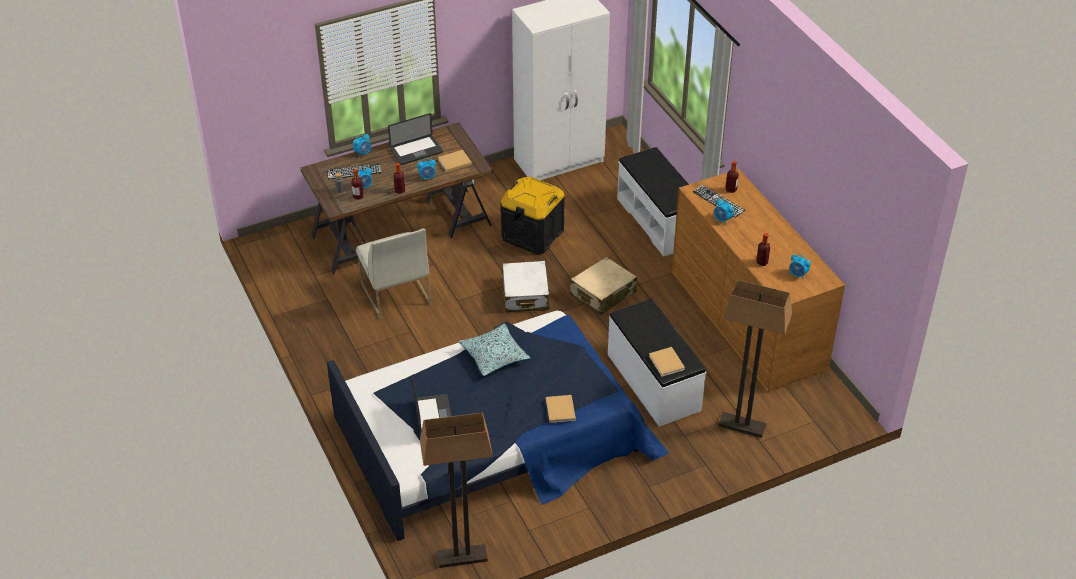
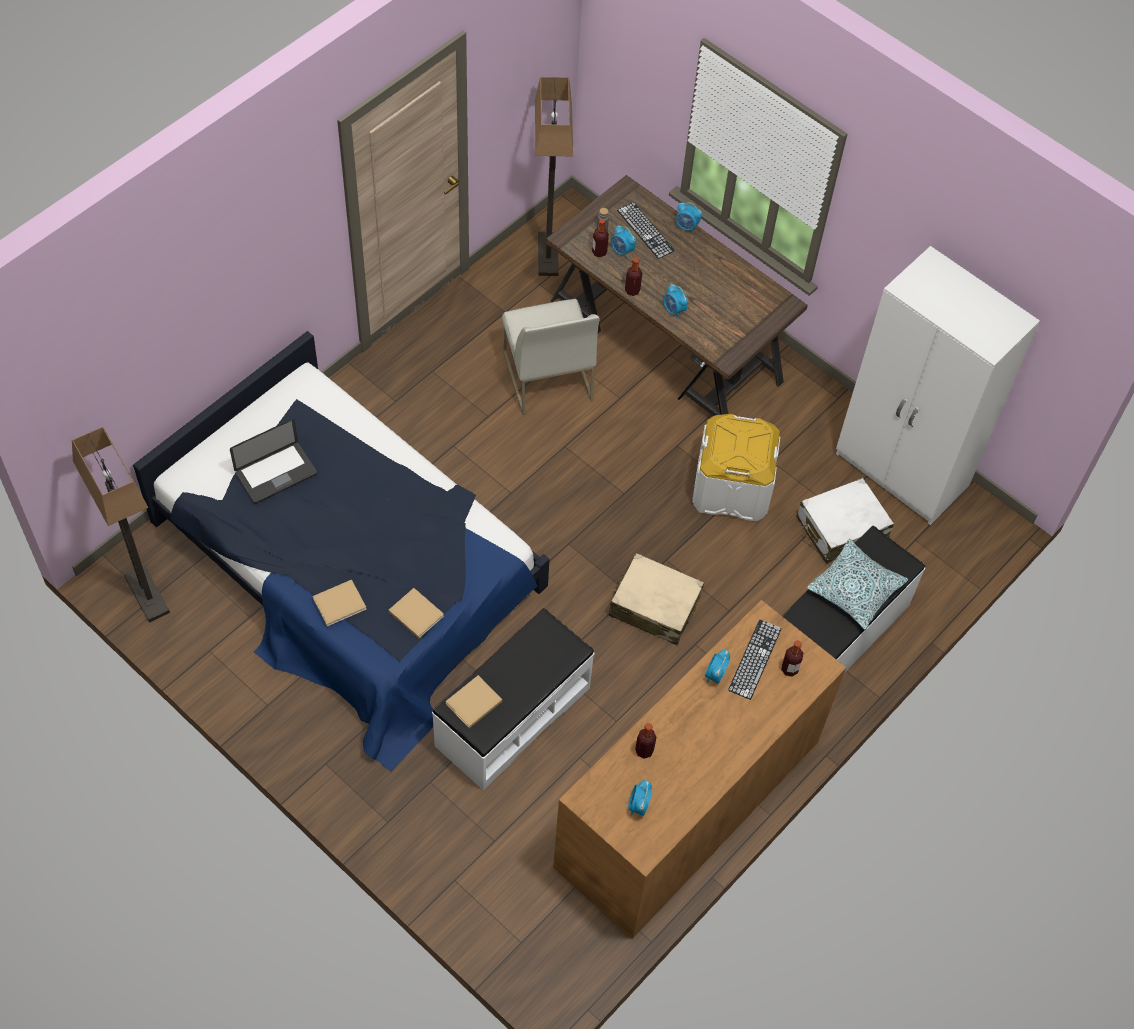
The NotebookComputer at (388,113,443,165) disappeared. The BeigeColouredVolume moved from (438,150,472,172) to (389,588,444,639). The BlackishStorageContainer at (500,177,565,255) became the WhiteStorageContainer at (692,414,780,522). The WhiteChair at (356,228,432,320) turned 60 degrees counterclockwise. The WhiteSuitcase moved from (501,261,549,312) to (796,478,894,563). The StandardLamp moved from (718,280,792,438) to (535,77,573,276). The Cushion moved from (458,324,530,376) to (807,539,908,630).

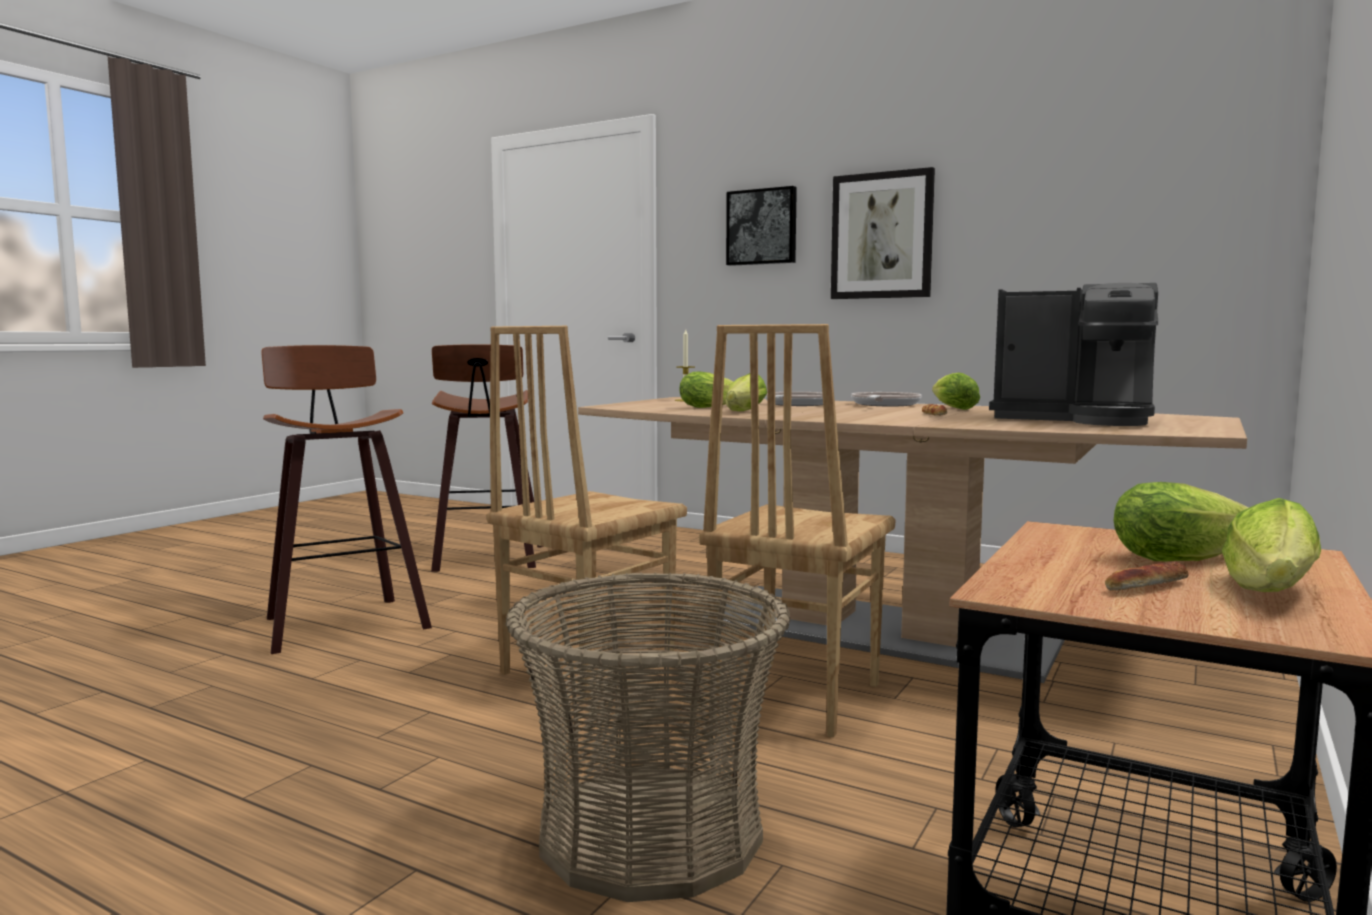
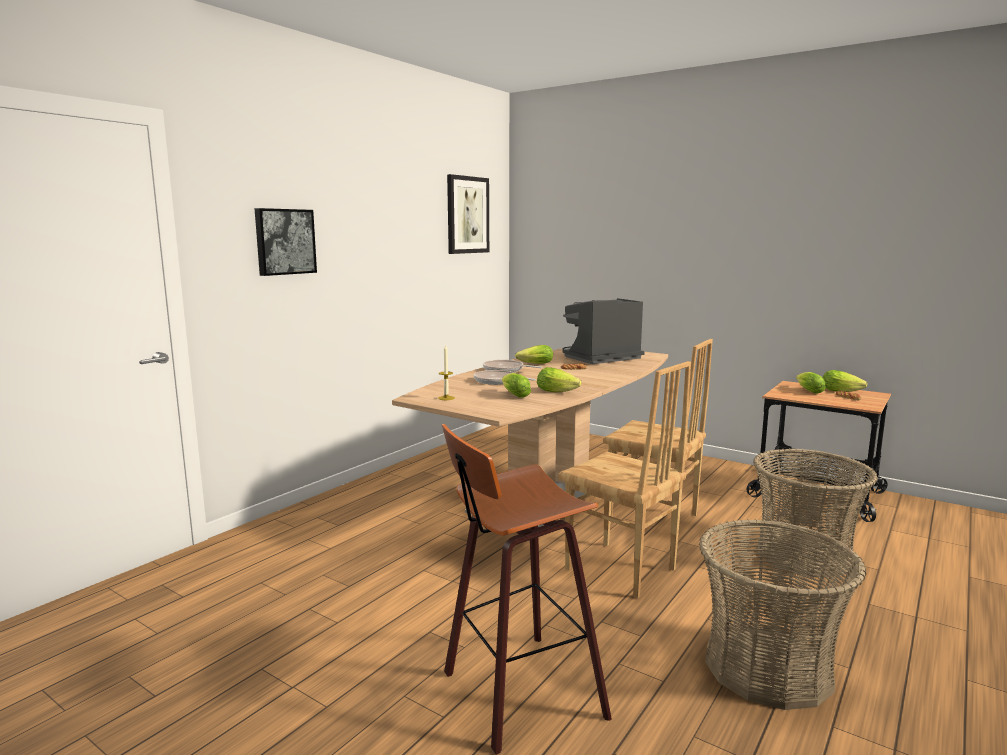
The WallArt moved from (831,167,935,299) to (447,174,489,254). The CoffeeBrewer at (989,283,1158,426) turned 150 degrees counterclockwise. The Stool at (431,344,543,572) disappeared. The HouseholdBasket at (699,519,866,710) appeared.

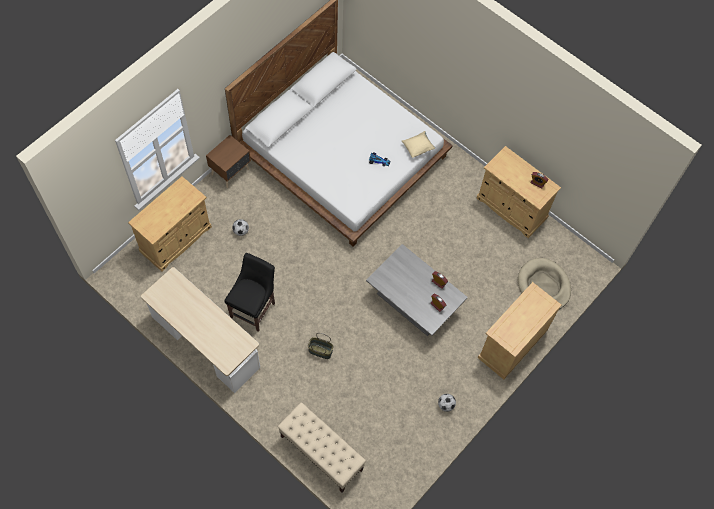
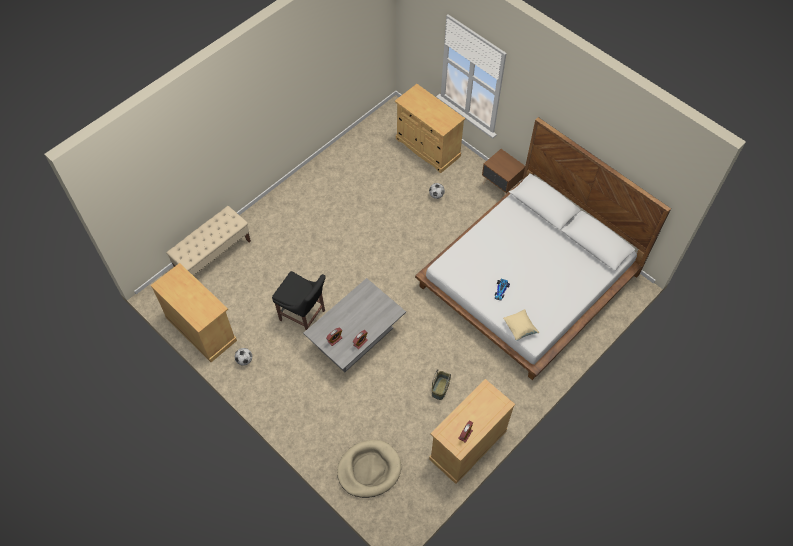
The BlackishChair moved from (224,253,275,332) to (272,271,326,330). The DeskTable at (141,267,260,393) disappeared. The BeigeColouredCabinet moved from (478,282,561,379) to (150,263,237,362). The HouseholdBasket moved from (308,333,333,359) to (432,369,451,400).

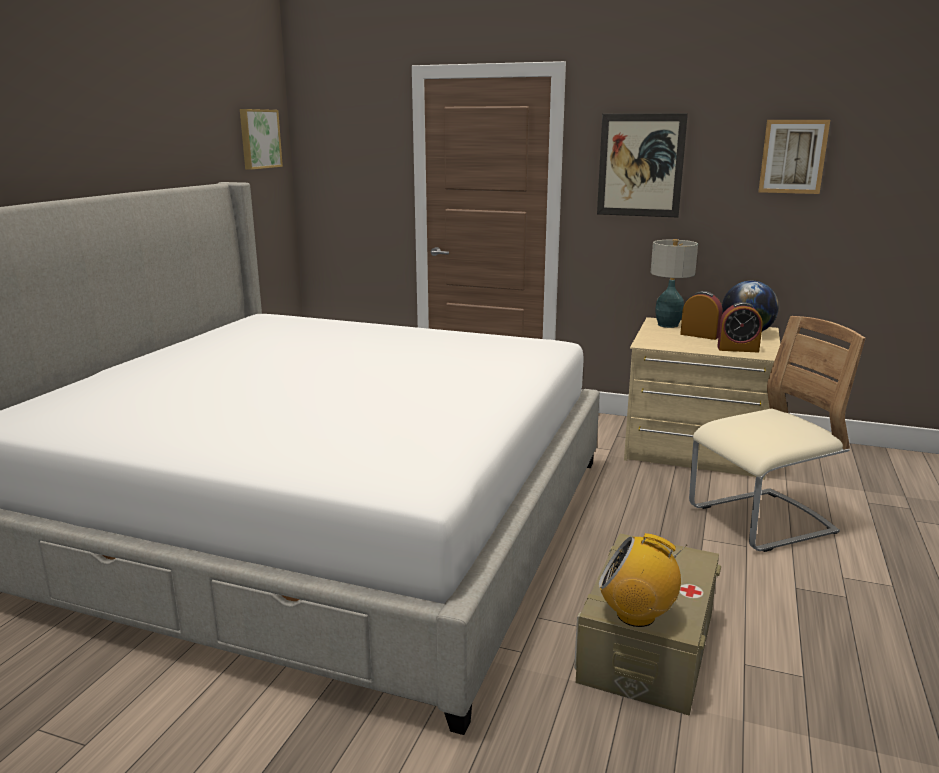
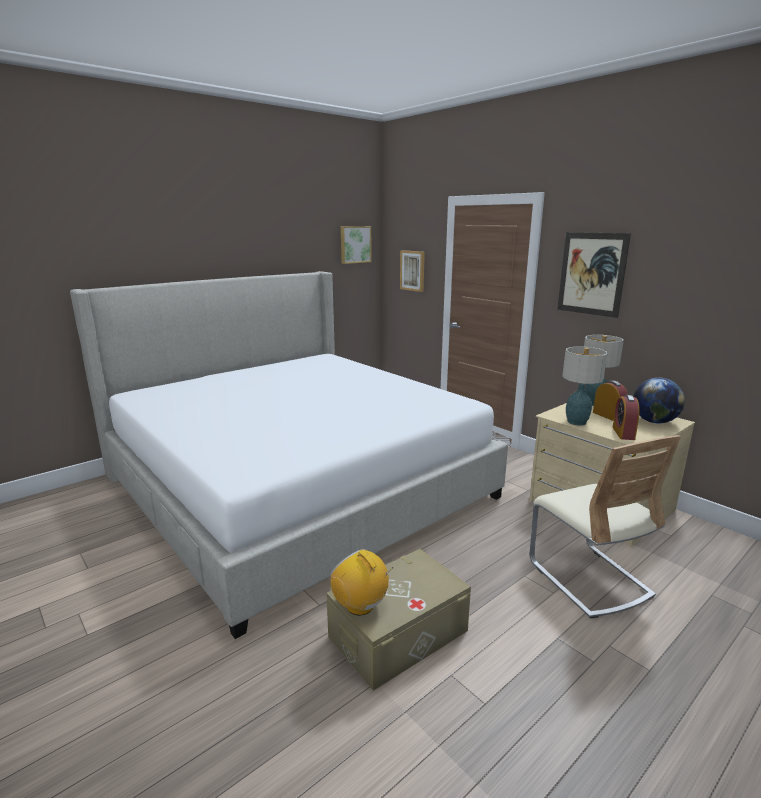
The WallArt moved from (758,120,830,194) to (400,250,425,292). The BedsideClock at (717,302,763,352) turned 60 degrees clockwise. The BeigeColouredChair at (689,316,866,552) turned 60 degrees clockwise. The TableLamp at (562,347,608,426) appeared.

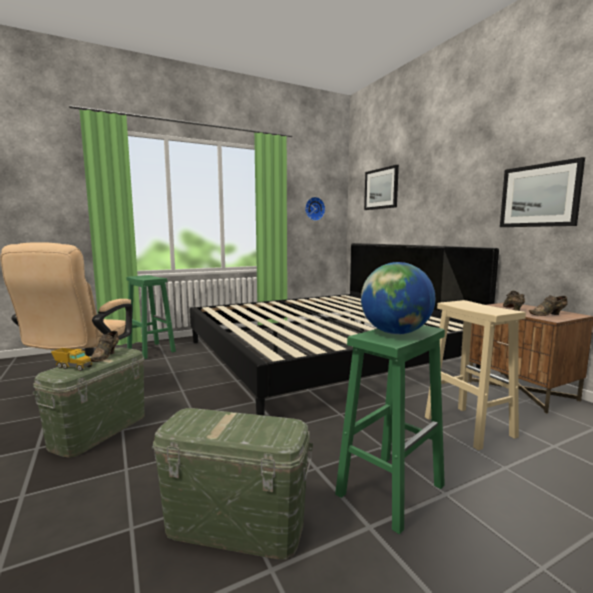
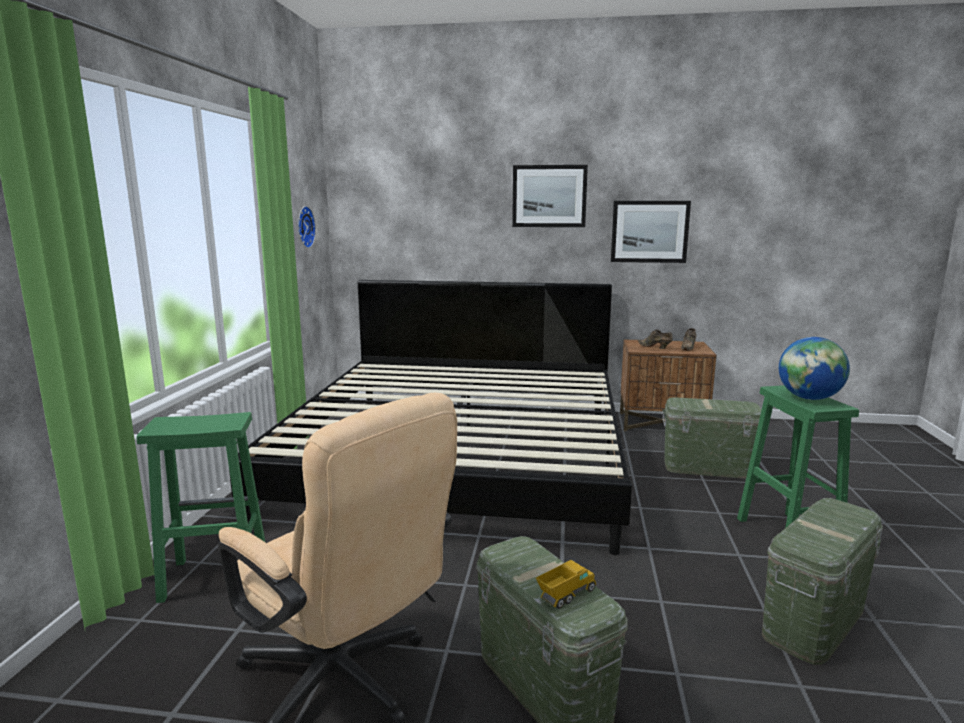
The WallArt moved from (364,165,399,210) to (512,165,588,227). The BeigeColouredStool at (425,300,526,450) was replaced by the GreenishStorageContainer at (663,398,762,479). The BrownLowShoe at (90,331,119,362) disappeared.

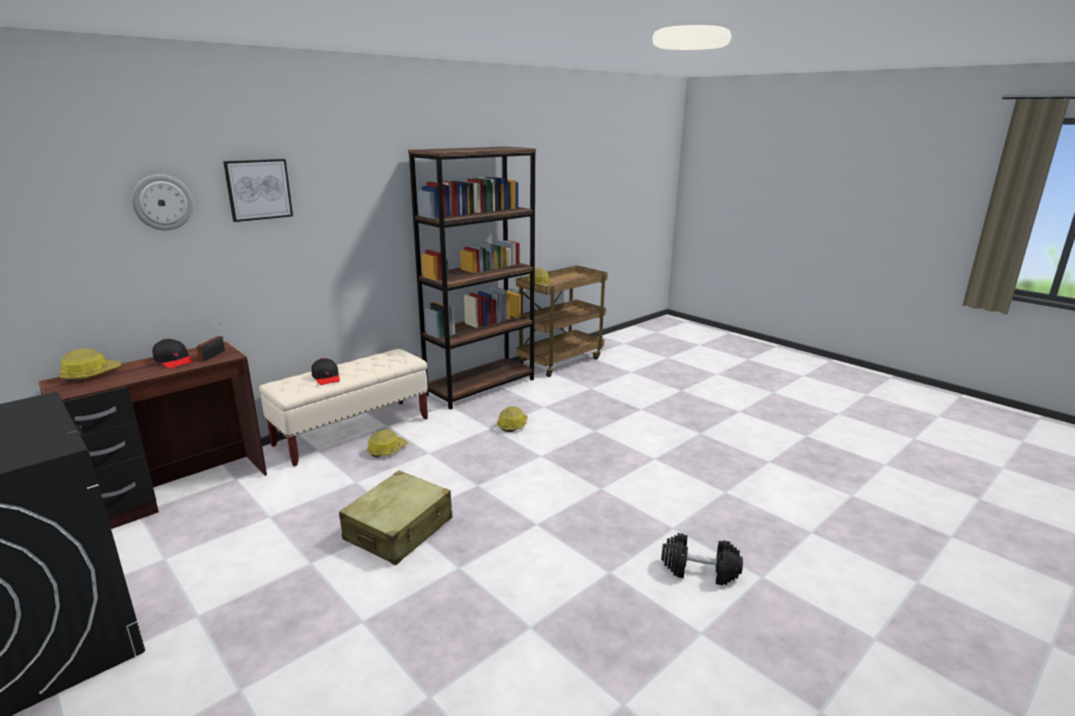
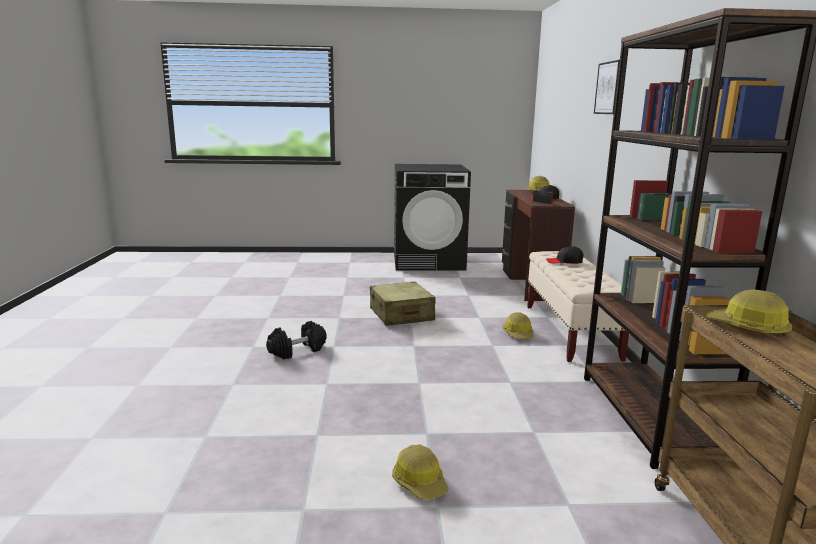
The HangingClock at (132,174,193,230) disappeared. The SafetyHelmet moved from (497,406,528,432) to (392,444,448,500). The BlackishFreeWeight moved from (661,533,743,585) to (266,321,327,360).

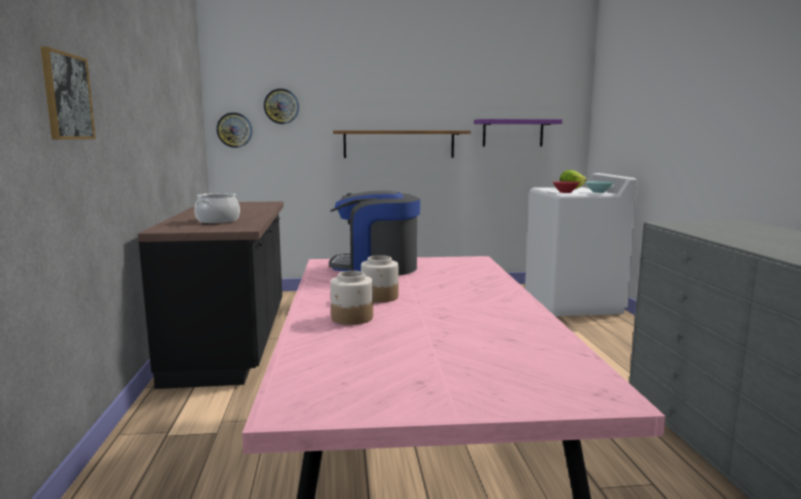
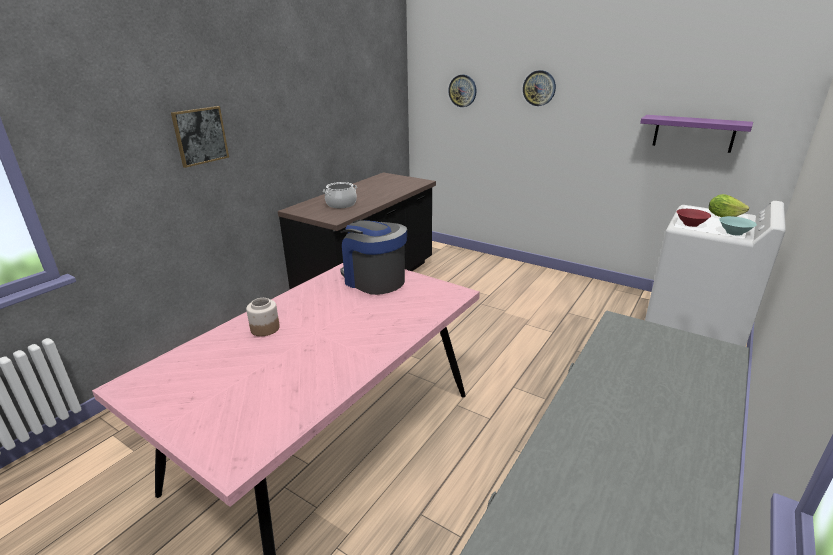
The HangingClock moved from (216,112,252,148) to (523,70,556,106). The Shelf at (333,130,471,158) disappeared. The StorageJar at (361,255,398,303) disappeared.

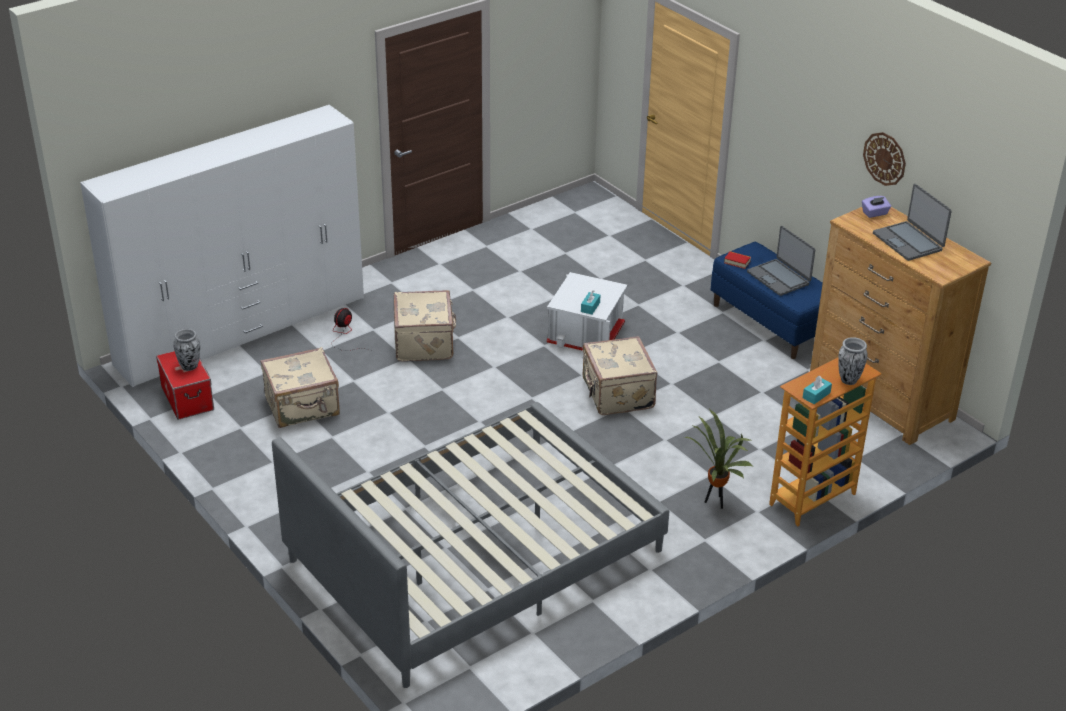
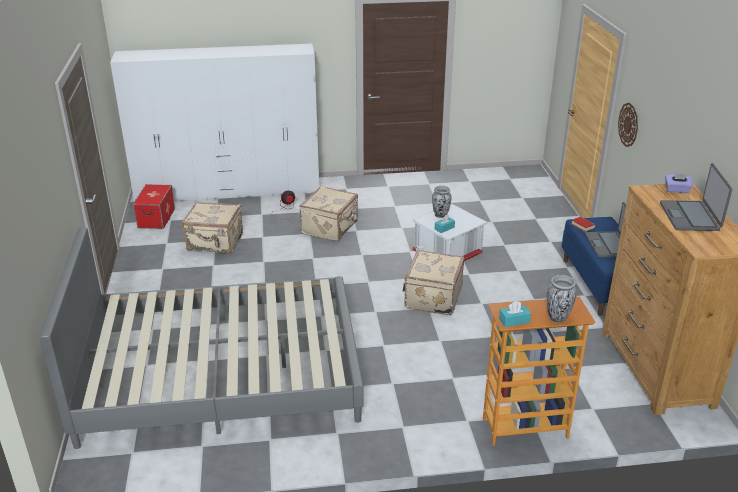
The HangingClock moved from (863,132,906,186) to (618,103,638,147). The FlowerVase moved from (173,329,200,371) to (432,186,452,218). The PottedPlant at (684,409,752,509) disappeared.

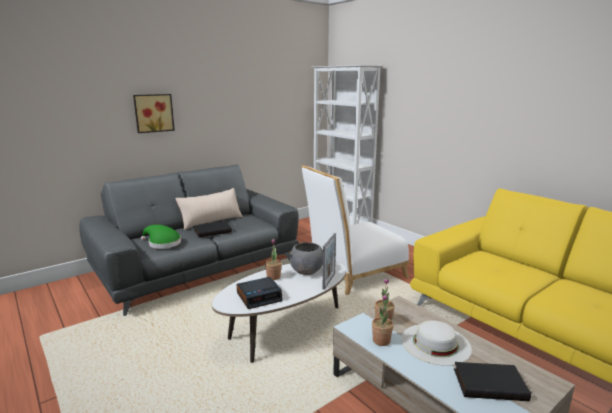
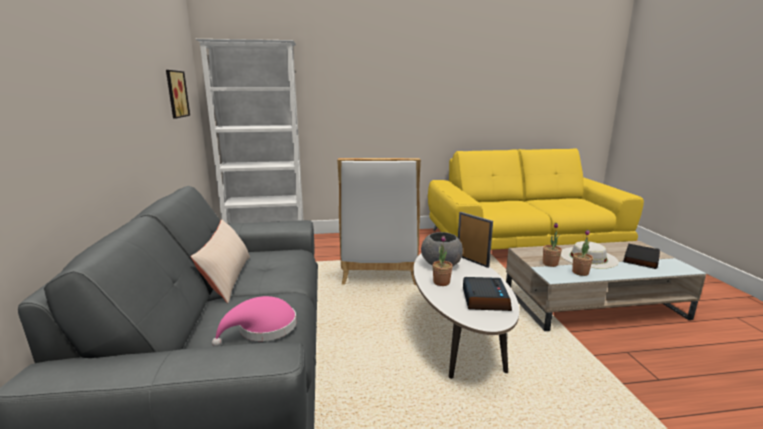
The WallArt moved from (133,94,175,133) to (166,70,190,119). The BlackishVolume at (194,221,232,237) disappeared. The GreenishWearableHat at (141,225,181,249) became the PinkWearableHat at (212,296,296,347).

